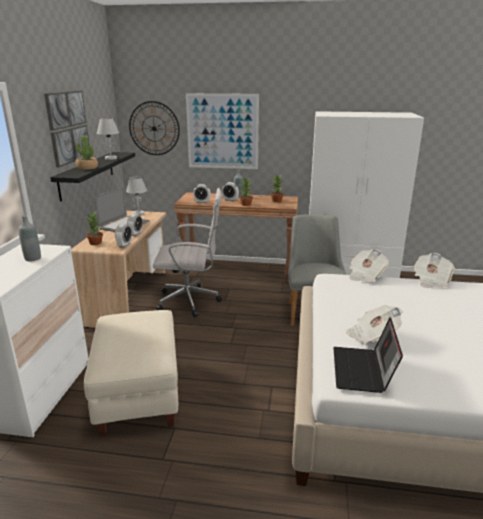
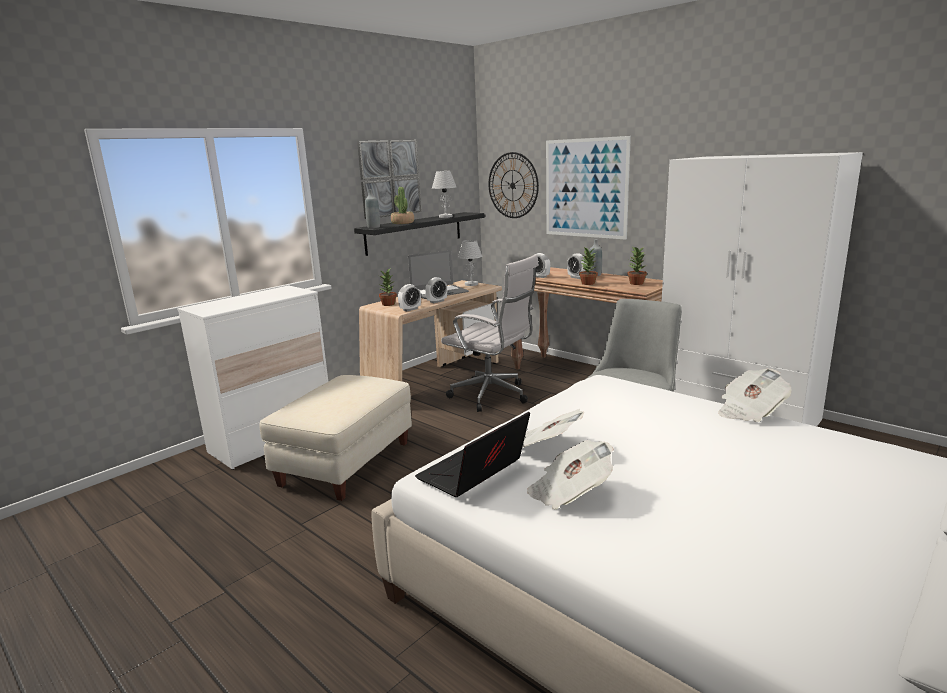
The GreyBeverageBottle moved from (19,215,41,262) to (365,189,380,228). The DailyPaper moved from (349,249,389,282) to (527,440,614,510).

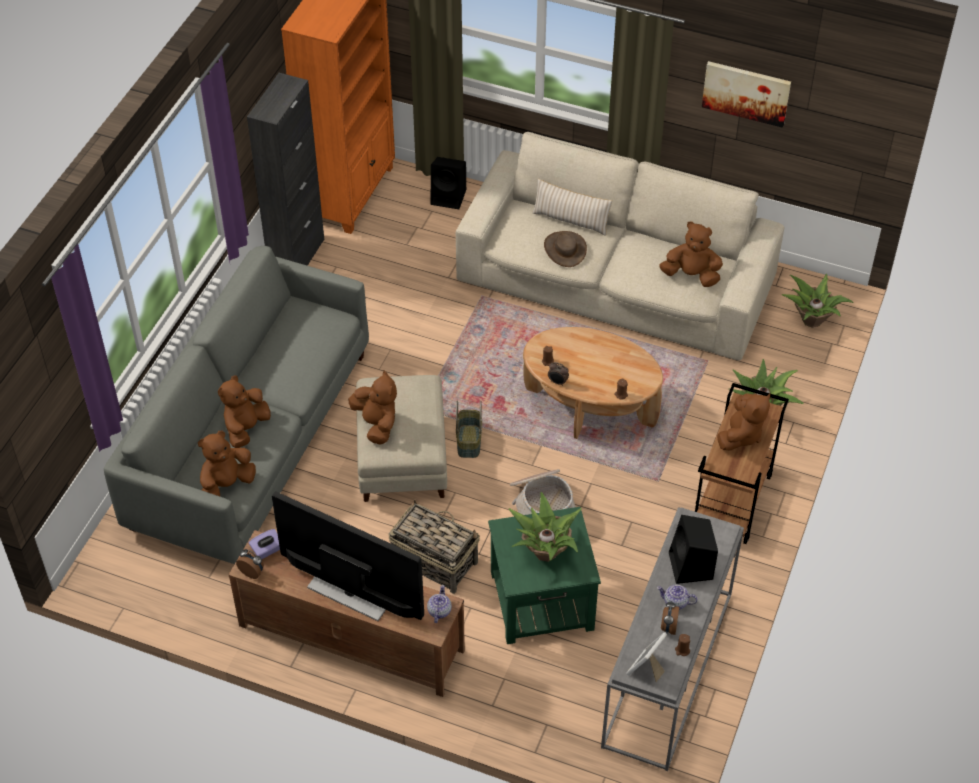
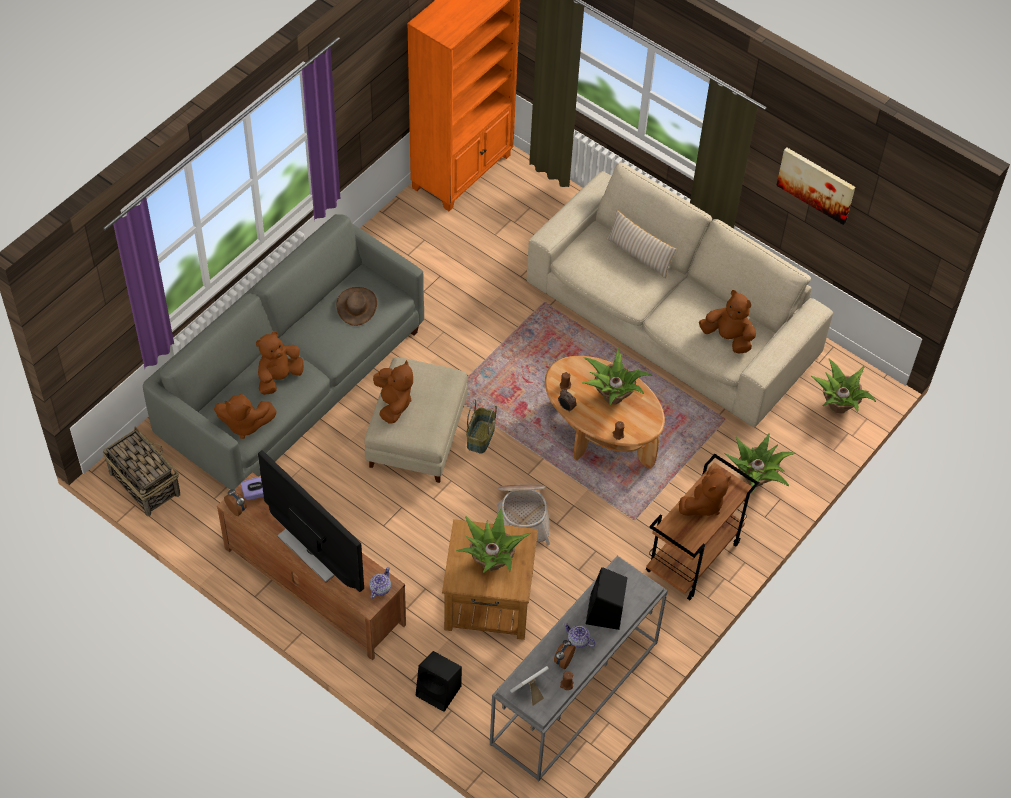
The BlackishCabinet at (247,73,324,266) disappeared. The BlackishSpeaker moved from (431,157,466,209) to (416,651,462,712). The BrownWearableHat moved from (544,231,587,267) to (336,287,377,326). The BrownSoftToy at (198,431,256,496) turned 150 degrees counterclockwise. The HouseholdBasket moved from (388,499,480,594) to (103,426,180,517). The GreenishEndTable at (488,507,601,644) became the BrownEndTable at (442,519,538,640). The PottedPlant at (582,348,652,405) appeared.

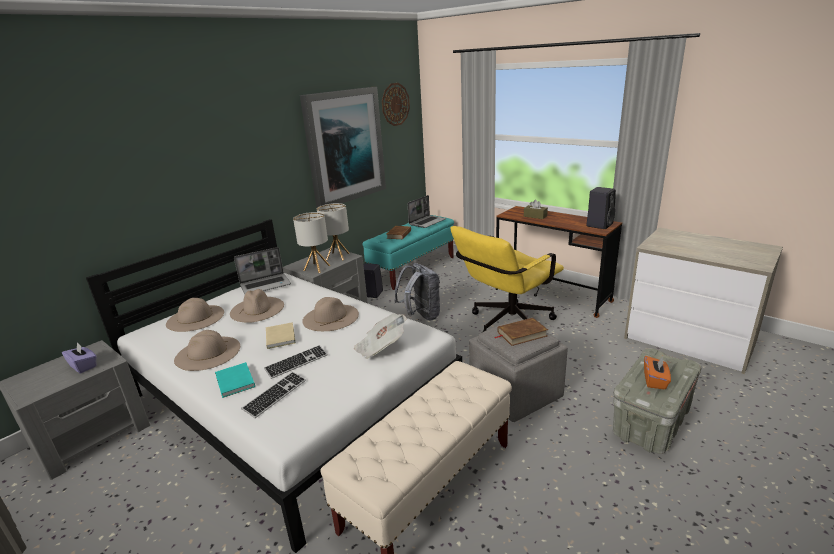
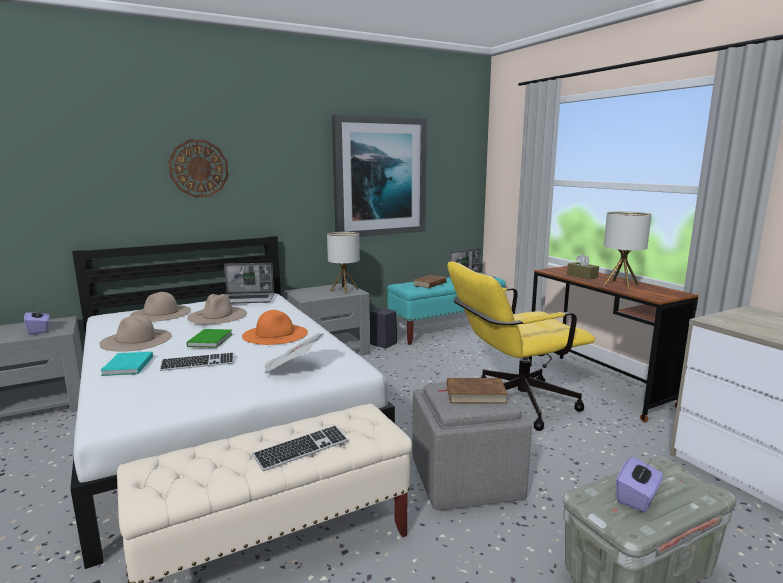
The HangingClock moved from (382,83,410,126) to (168,140,229,198). The BlackishSpeaker at (586,187,616,229) disappeared. The TableLamp moved from (293,212,330,273) to (603,211,652,290). The GreyBackpack at (394,263,440,320) disappeared. The BeigeColouredWearableHat at (302,297,359,331) became the OrangeColouredWearableHat at (242,310,308,345). The BeigeColouredVolume at (266,322,296,349) became the GreenishVolume at (187,329,232,348). The OrangeColouredTissueBox at (644,356,671,390) became the PurpleColouredTissueBox at (616,457,663,512). The PcKeyboard moved from (241,372,306,418) to (252,425,348,471).

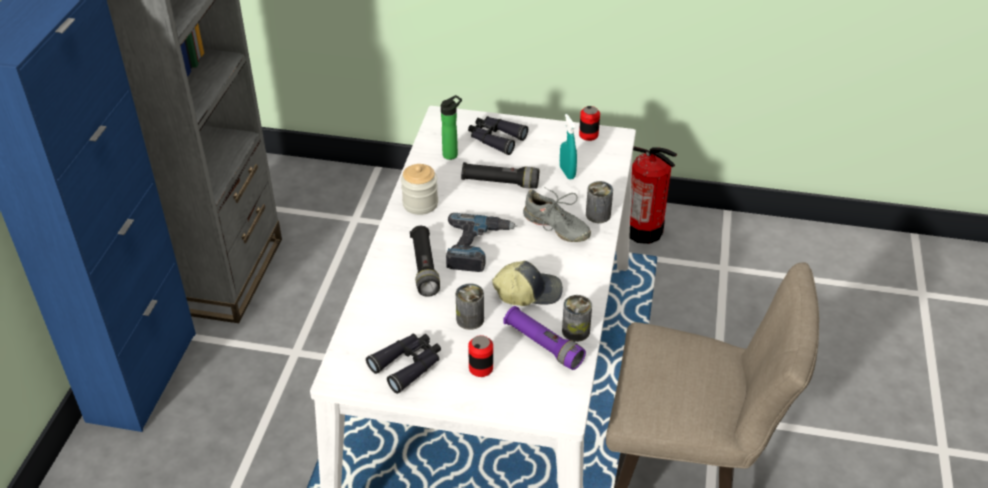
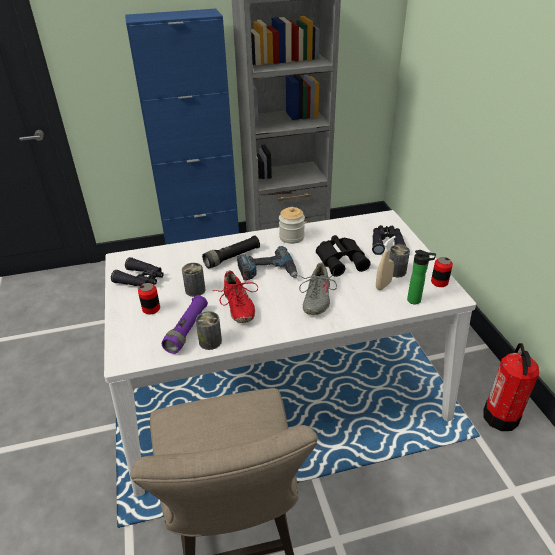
The BeverageBottle moved from (441,95,462,160) to (407,250,436,305). The BlueGreenHandSprayer at (560,114,577,180) became the BeigeColouredHandSprayer at (376,236,396,290). The BlackishTorch at (461,162,539,189) was replaced by the BlackishBinoculars at (316,235,371,277). The Can moved from (586,181,613,223) to (389,245,410,277). The Cap at (492,261,563,306) was replaced by the RedLowShoe at (213,270,258,323).

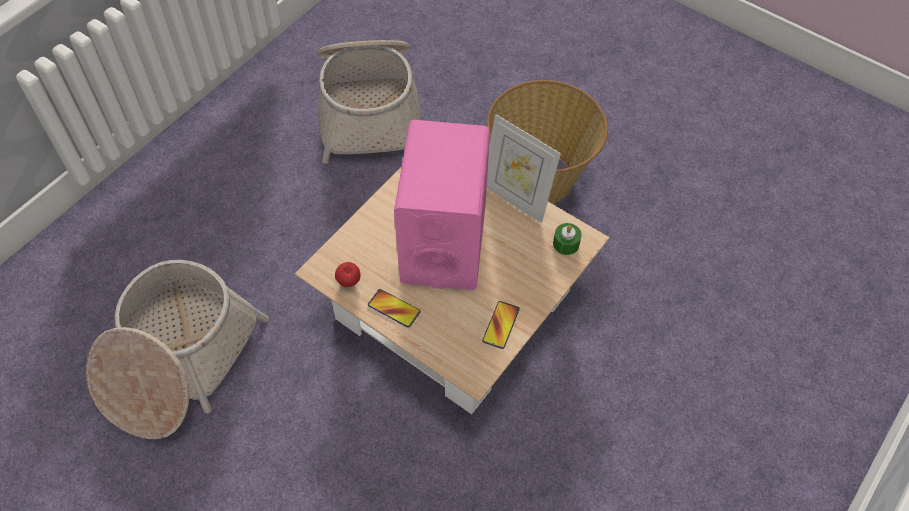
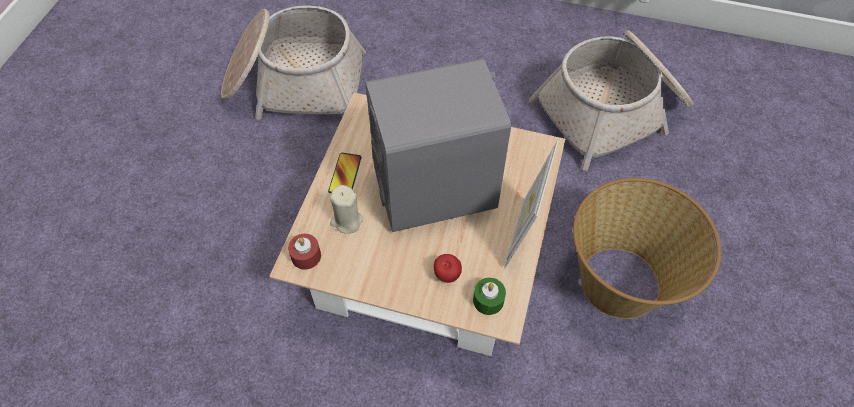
The PinkSpeaker at (394,120,490,290) became the GreySpeaker at (365,59,511,232). The AppleFruit moved from (335,262,360,287) to (434,254,462,283). The Phone at (482,301,520,349) disappeared. The BeigeColouredWaxLight at (330,185,363,234) appeared. The RedWaxLight at (288,234,321,270) appeared.

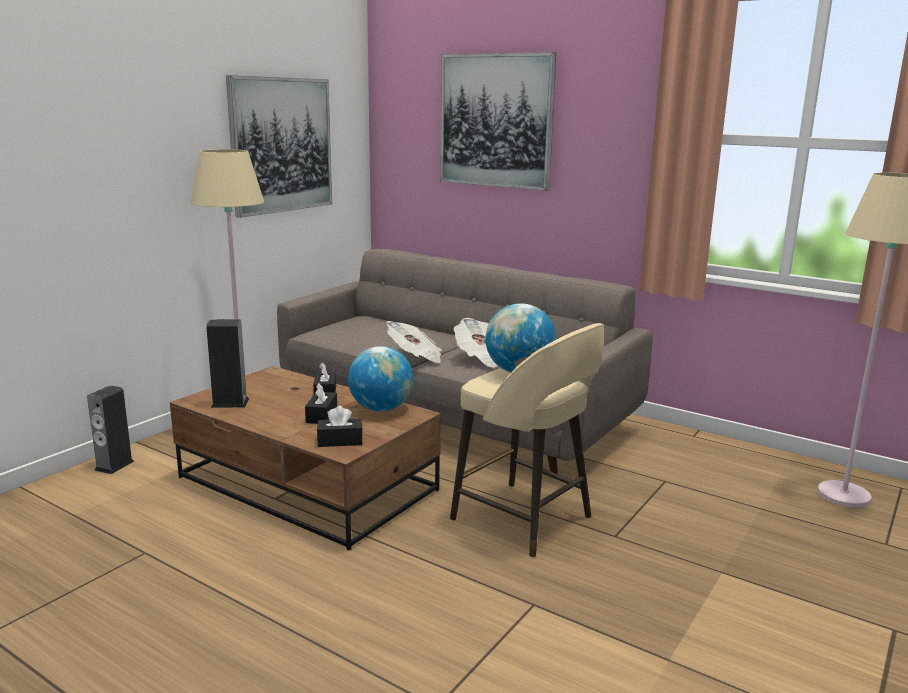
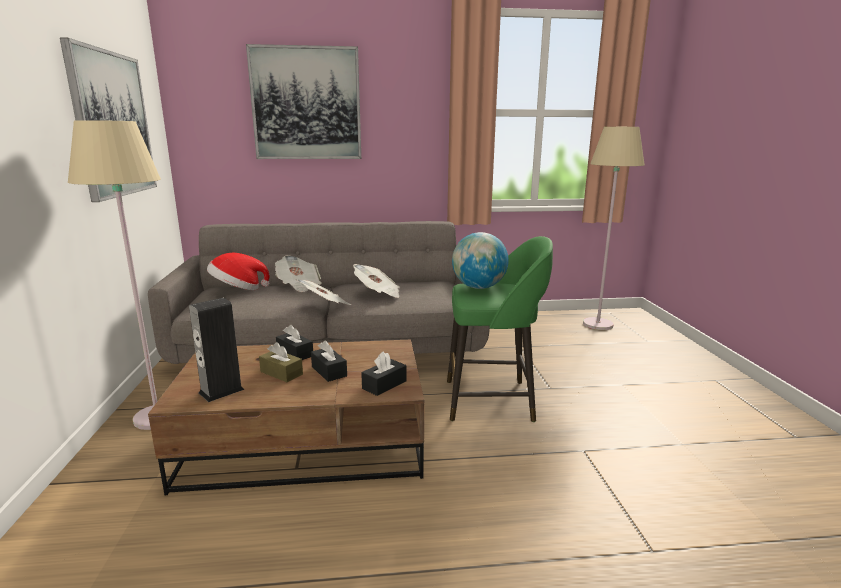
The BeigeColouredStool at (450,323,604,558) became the GreenishStool at (447,236,553,422). The WorldGlobe at (348,346,413,412) disappeared. The Speaker at (87,385,134,474) disappeared. The WearableHat at (207,253,270,290) appeared. The DailyPaper at (275,255,322,292) appeared. The BrownTissueBox at (259,342,303,382) appeared.

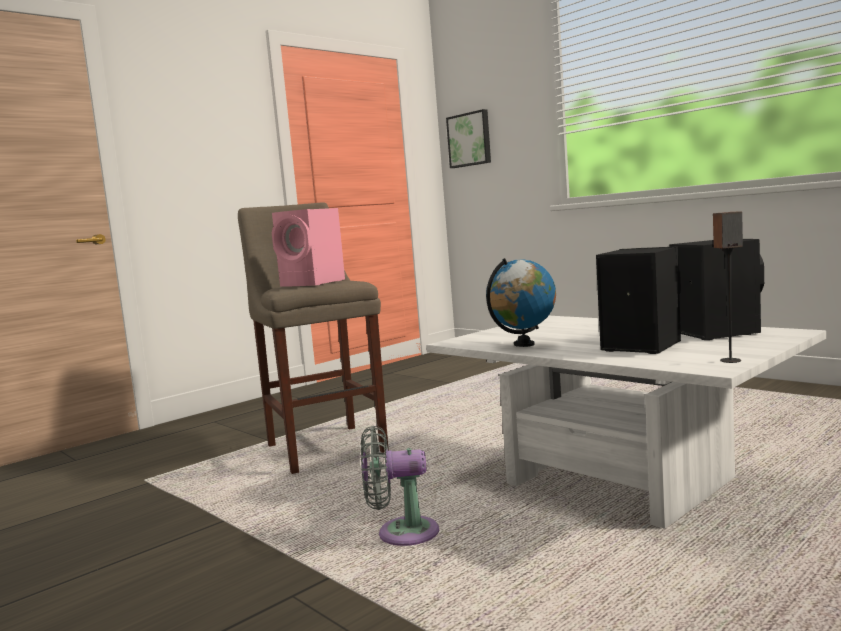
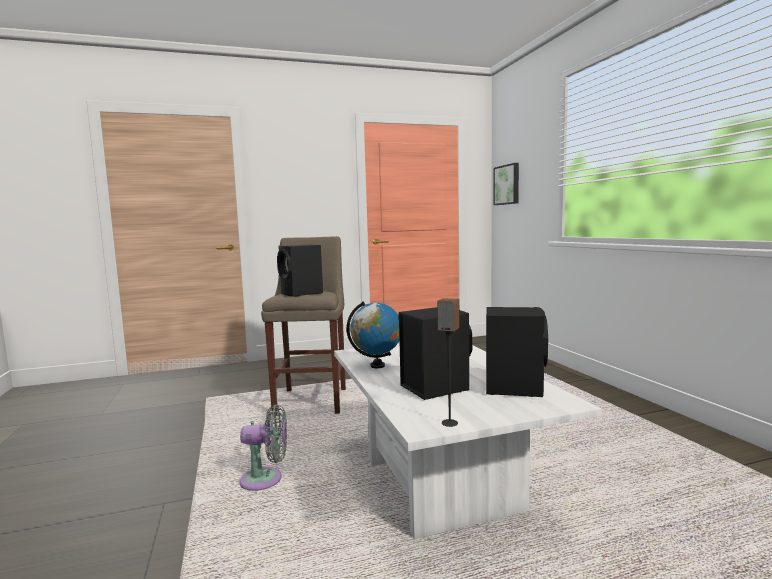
The PinkSpeaker at (272,208,345,287) became the BlackishSpeaker at (277,244,323,297). The GreyFan at (361,426,439,546) turned 150 degrees clockwise.

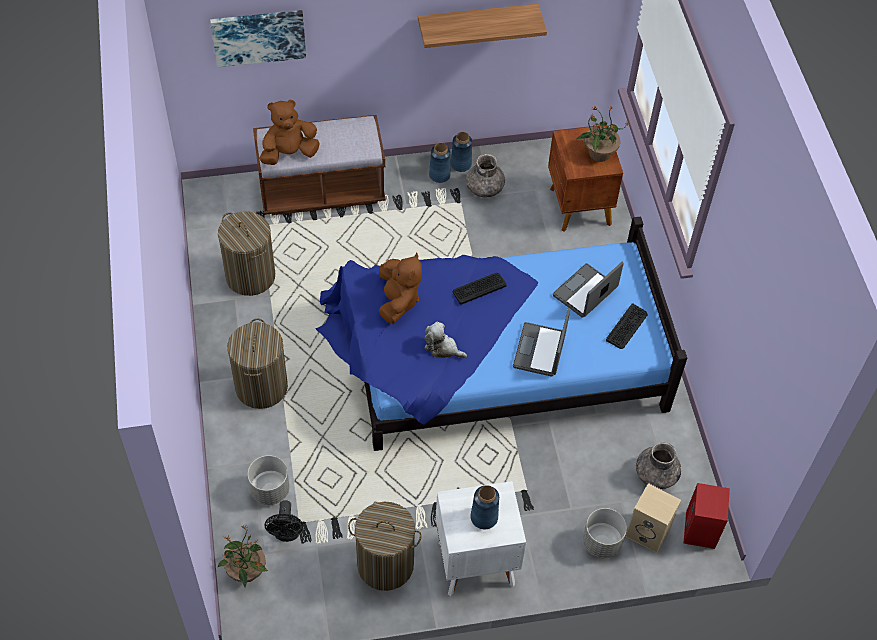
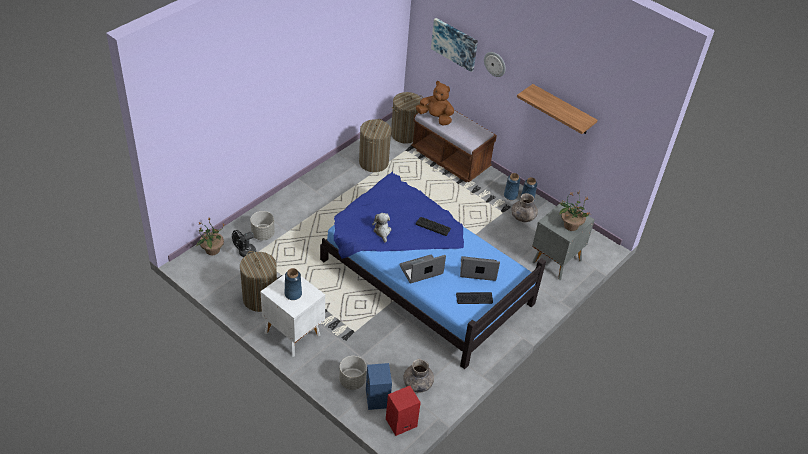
The BrownNightTable at (548,125,623,232) became the GreyNightTable at (532,201,595,280). The BrownSoftToy at (379,253,422,323) disappeared. The LaundryBasket moved from (227,318,288,409) to (391,92,423,144). The BeigeColouredSpeaker at (625,483,681,553) became the BluishSpeaker at (366,363,392,410). The HangingClock at (484,52,506,77) appeared.

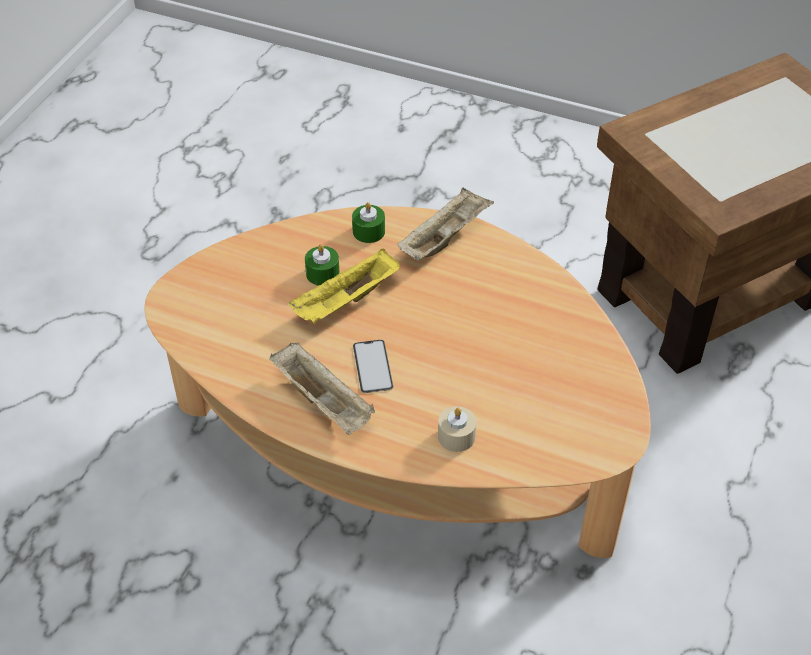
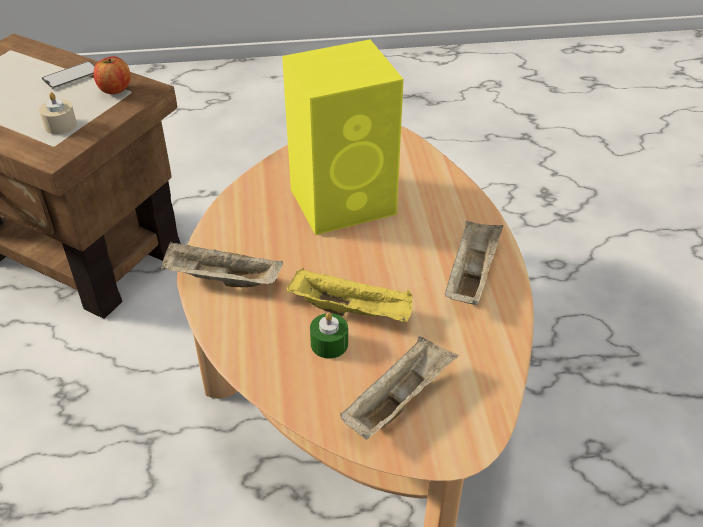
The GreenishWaxLight at (352,202,385,243) disappeared. The Phone moved from (353,340,393,393) to (42,61,95,89). The BeigeColouredWaxLight moved from (438,406,477,452) to (39,92,77,134). The YellowSpeaker at (282,39,404,235) appeared. The AppleFruit at (94,56,130,94) appeared. The BeigeColouredTray at (340,336,458,440) appeared.

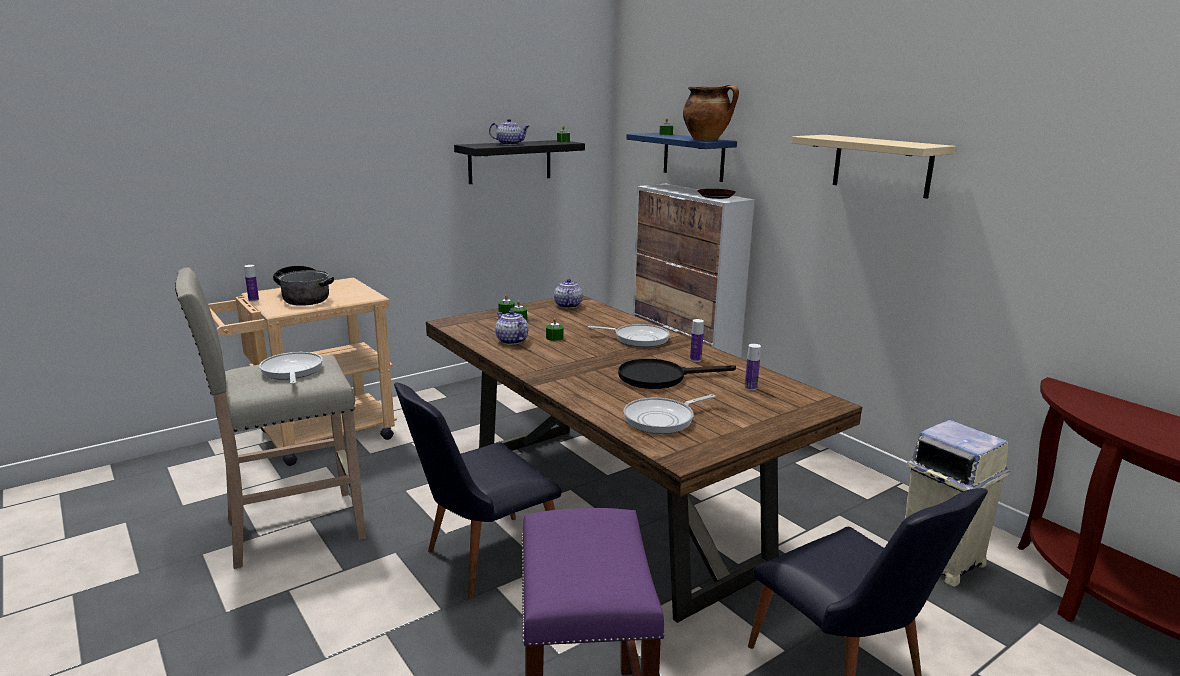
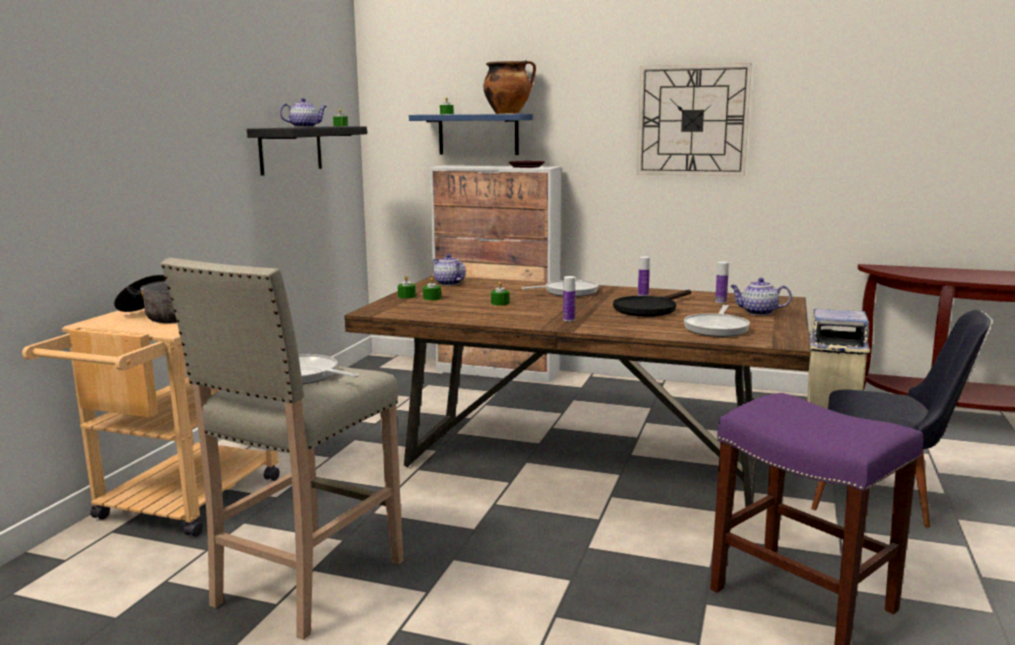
The BeigeColouredShelf at (792,135,956,199) was replaced by the HangingClock at (637,63,752,176). The BeverageBottle moved from (244,265,259,302) to (563,276,575,322). The TeaPot moved from (495,310,529,345) to (730,278,792,315). The BlackishChair at (394,383,561,599) disappeared.

